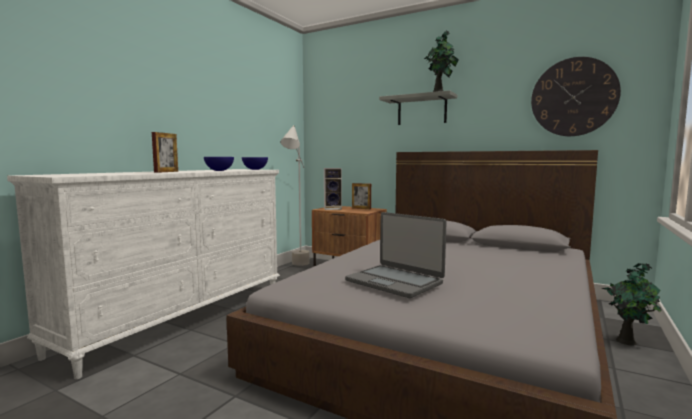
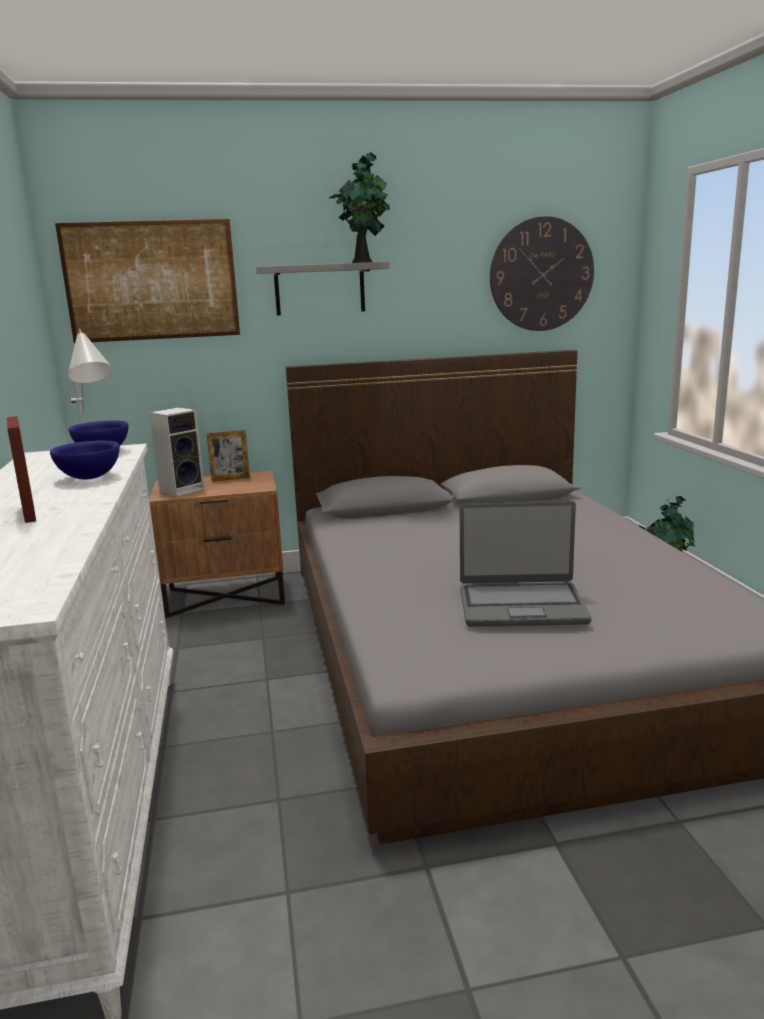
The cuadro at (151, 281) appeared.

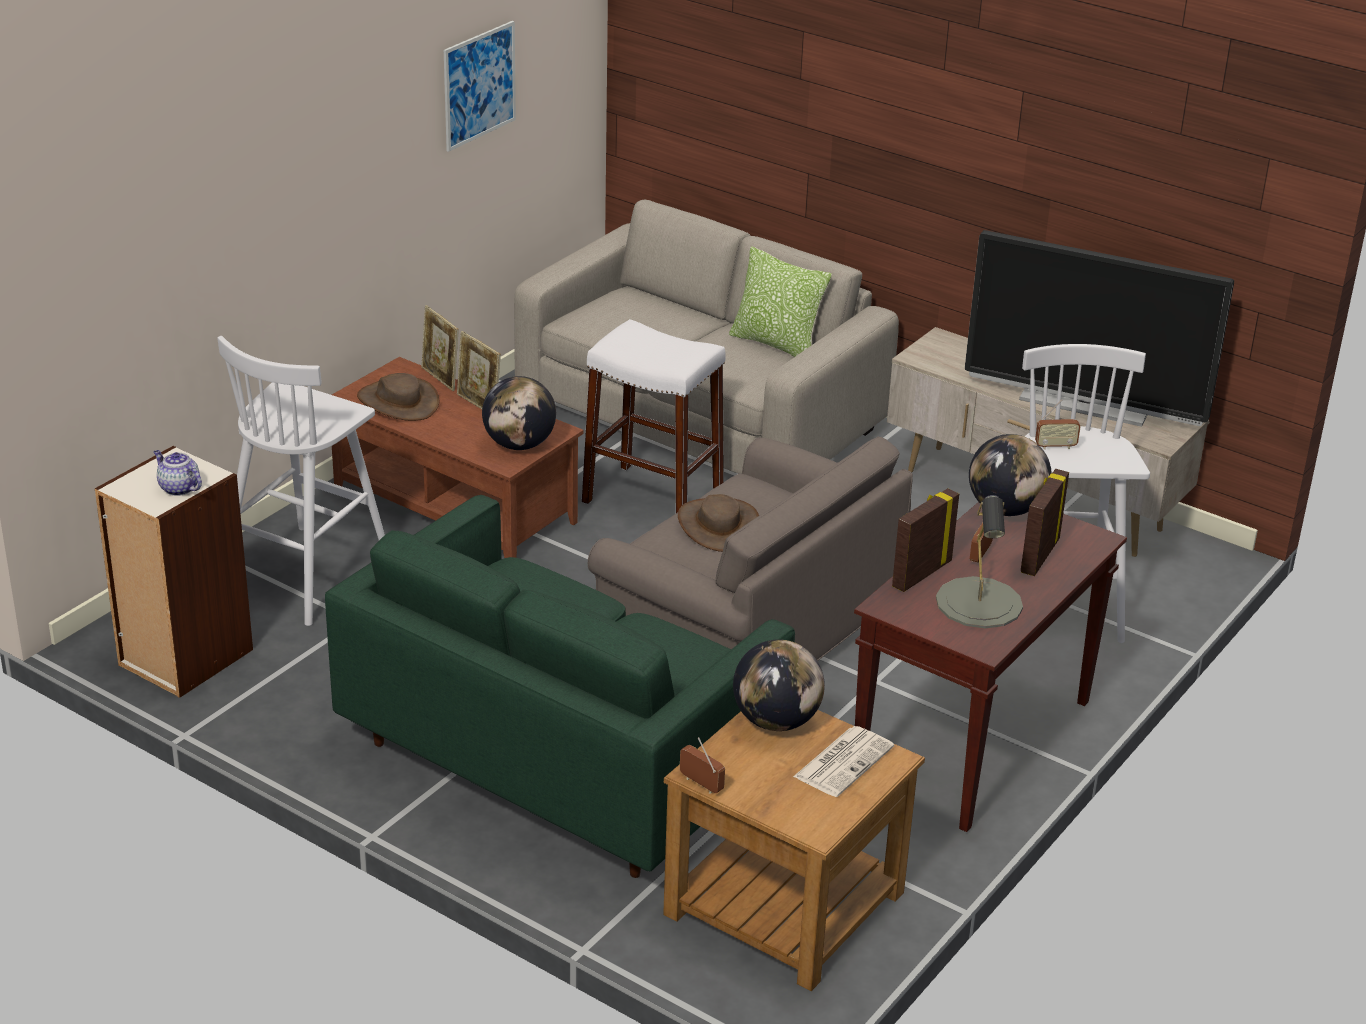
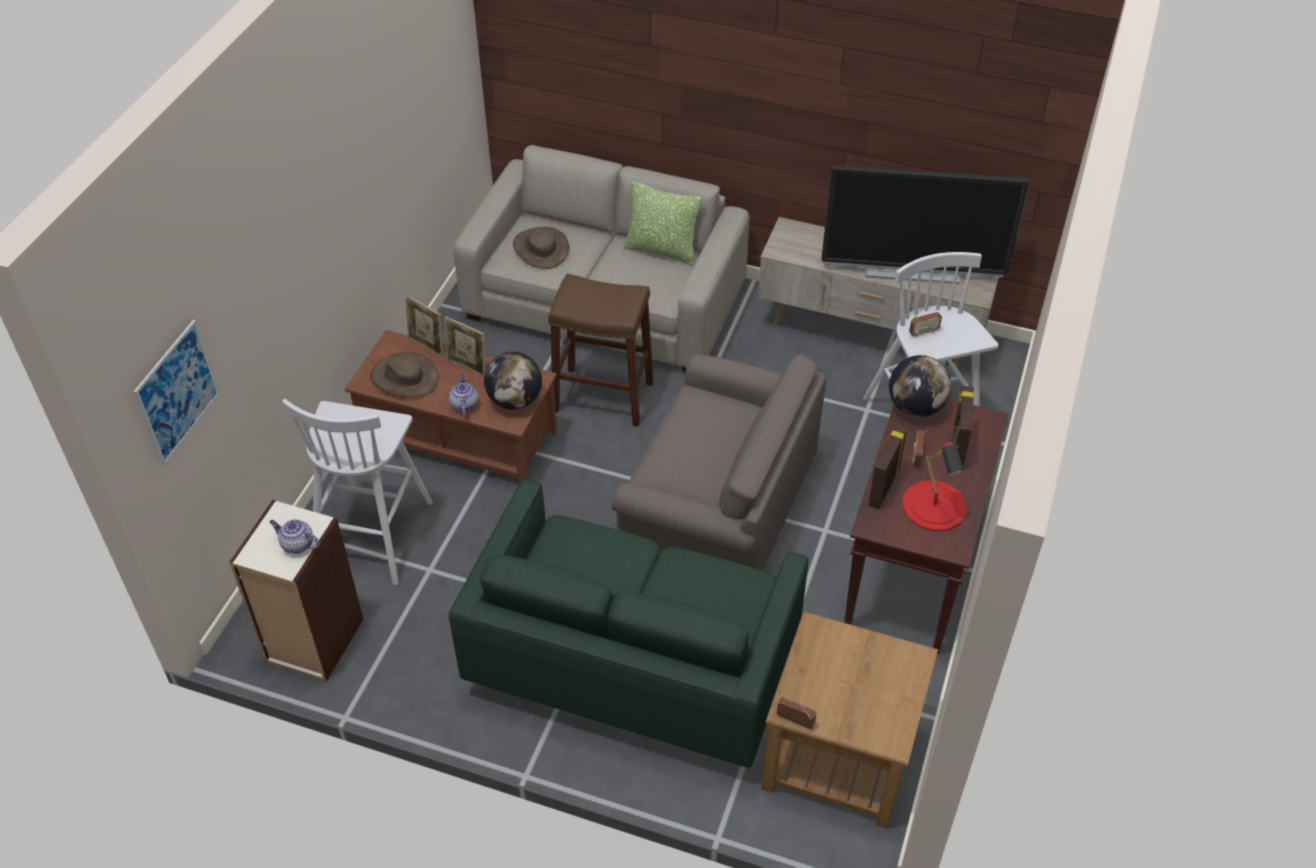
The cuadro moved from (479, 85) to (177, 392). The taburete (blanco) at (652, 499) became the taburete (marrón) at (603, 396). The sombrero (marrón) moved from (718, 525) to (541, 248). The globo terráqueo at (776, 721) disappeared. The periódico at (844, 761) disappeared. The lámpara de mesa (gris) at (979, 603) became the lámpara de mesa (rojo) at (934, 506). The tetera at (464, 405) appeared.

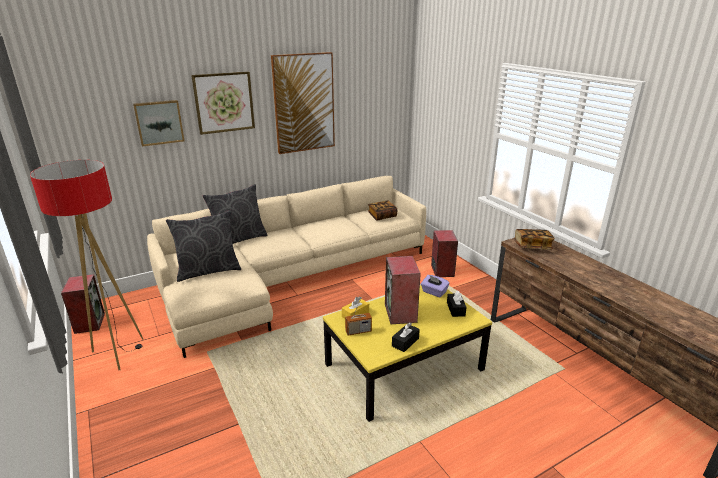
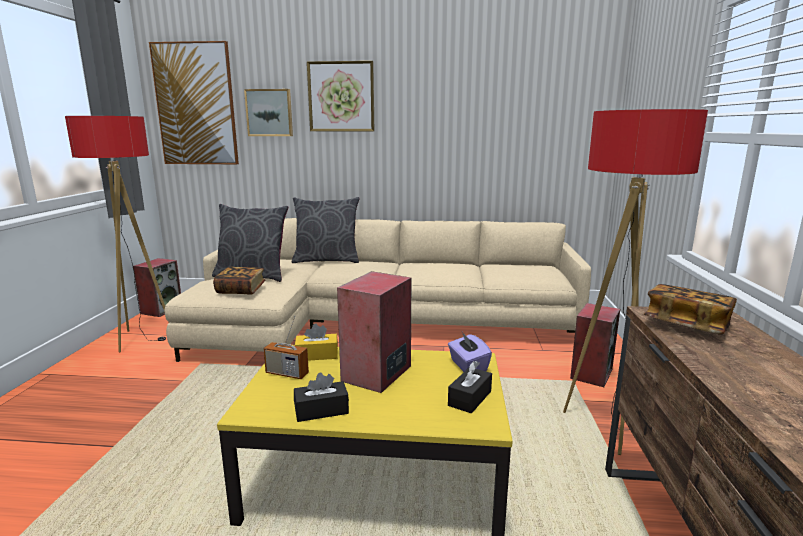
The cuadro moved from (304, 103) to (196, 105). The libro moved from (382, 216) to (241, 290). The lámpara de pie at (606, 427) appeared.

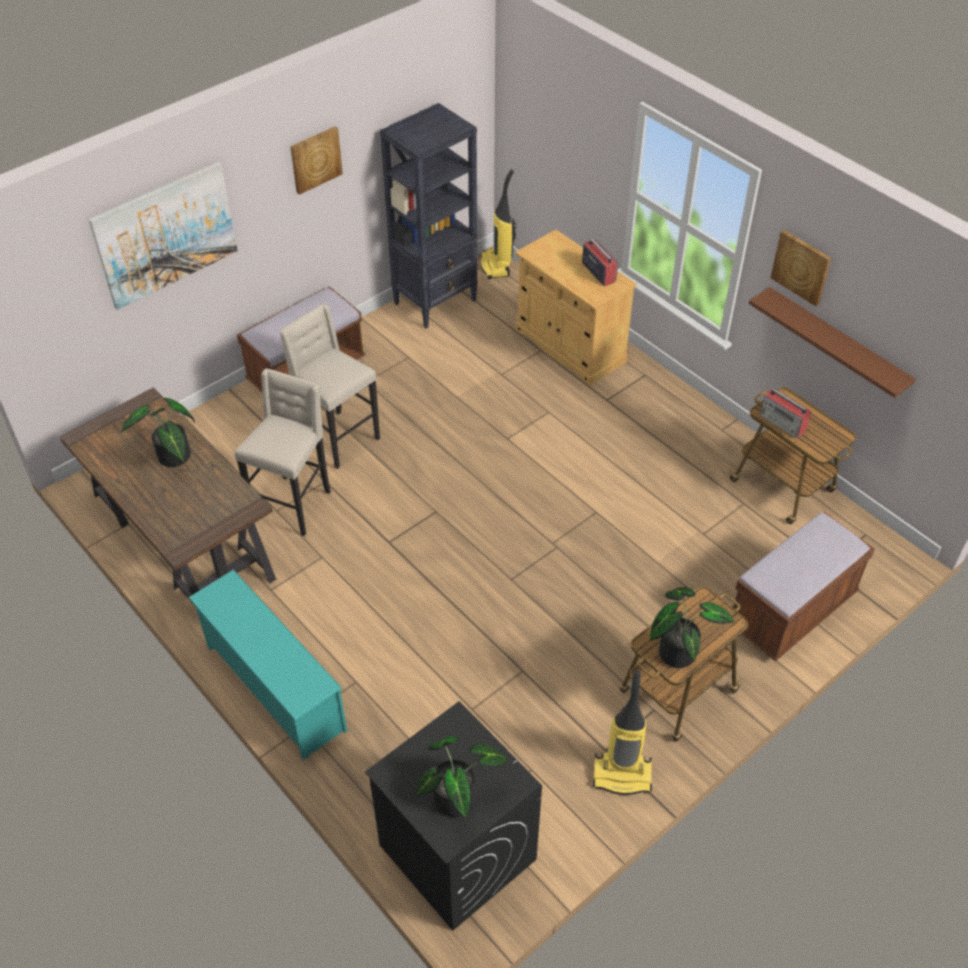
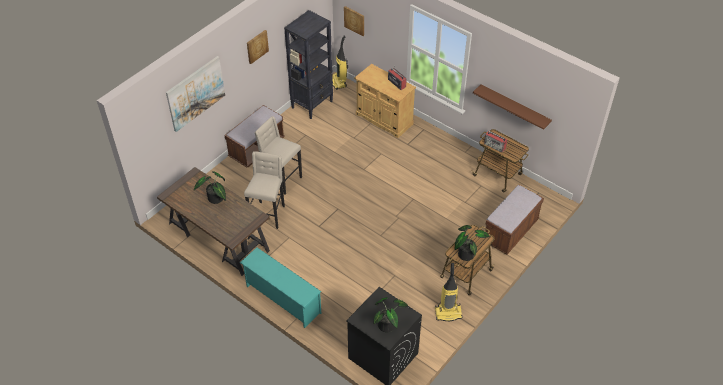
The cuadro moved from (801, 267) to (354, 20).

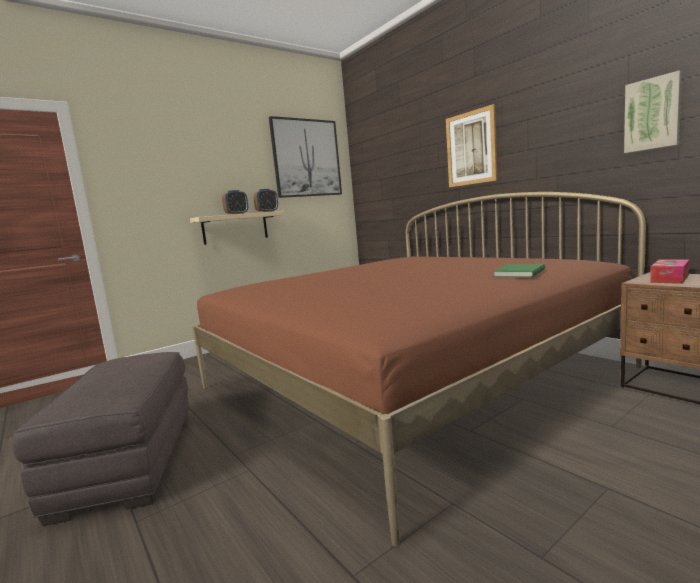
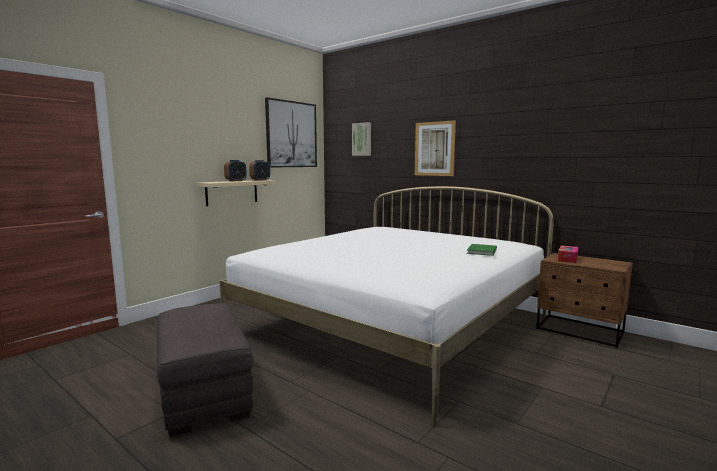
The cama (marrón) at (409, 378) became the cama (blanco) at (393, 324). The cuadro moved from (652, 114) to (362, 139).

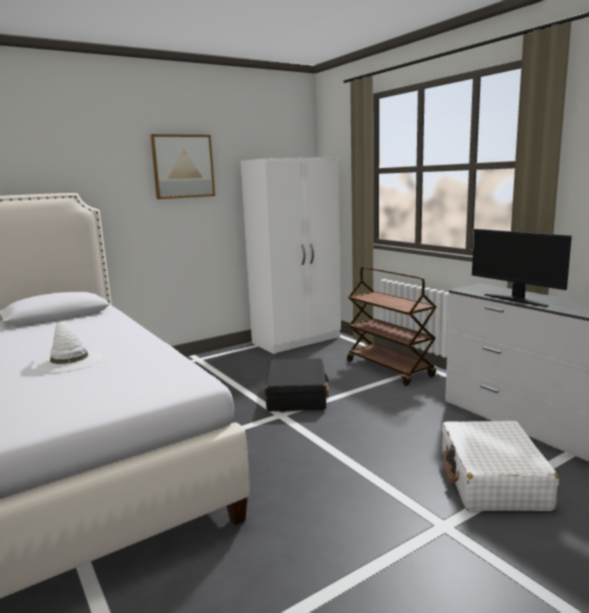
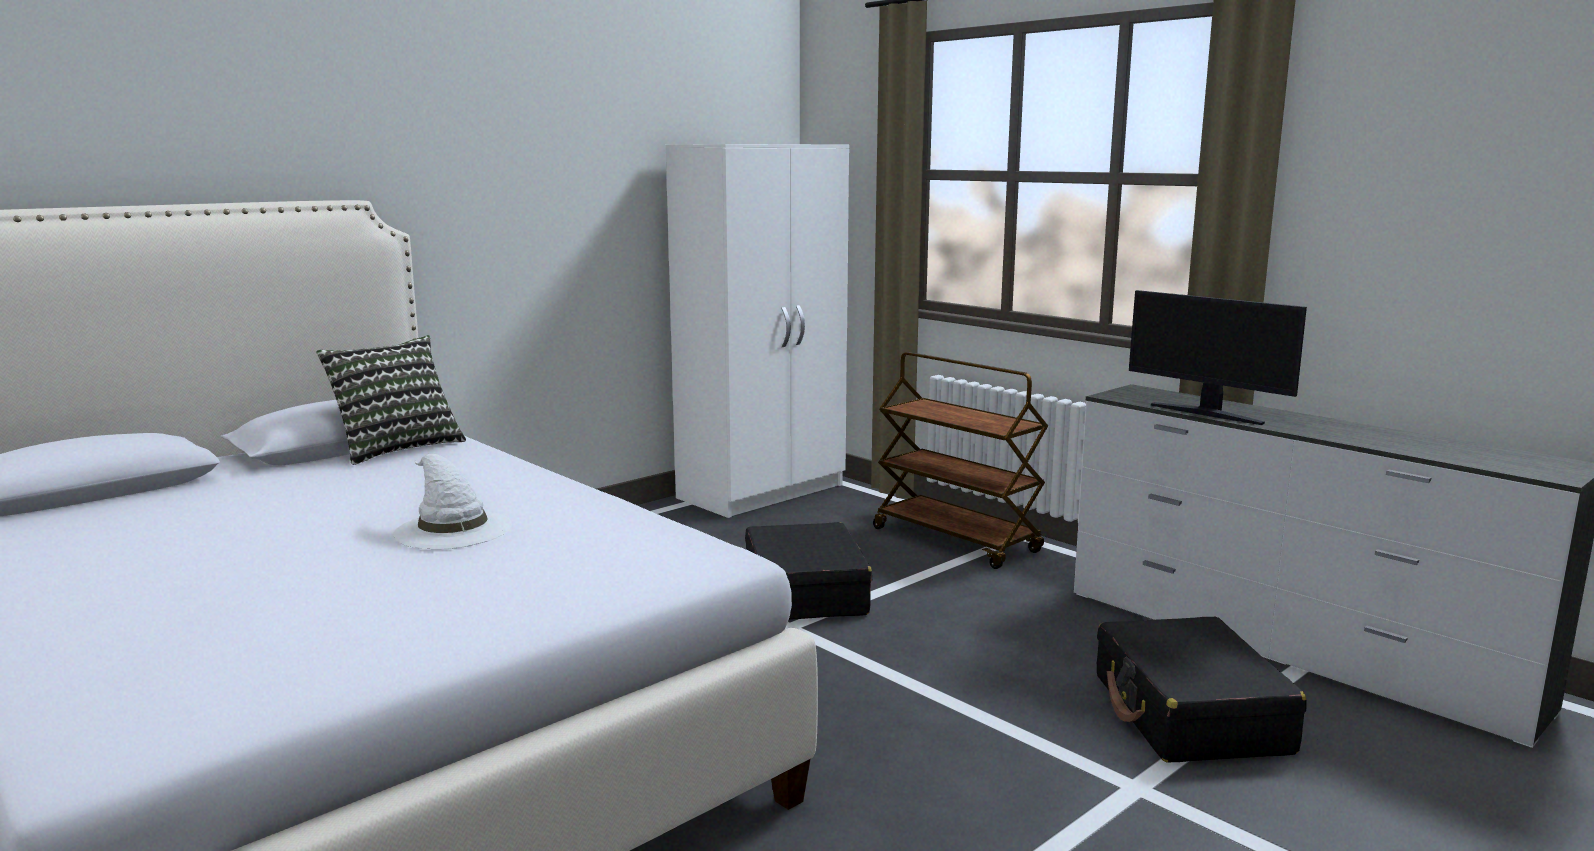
The cuadro at (183, 166) disappeared. The maleta (blanco) at (492, 479) became the maleta (negro) at (1190, 714). The cojín at (396, 448) appeared.

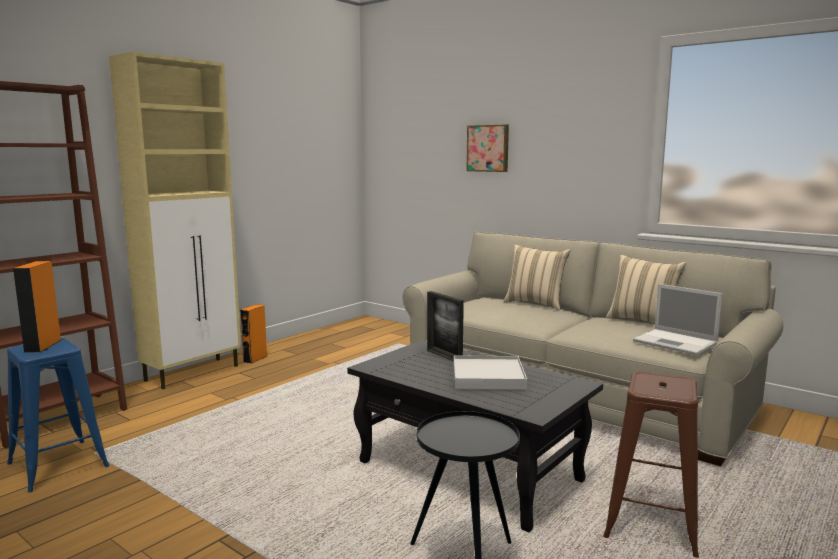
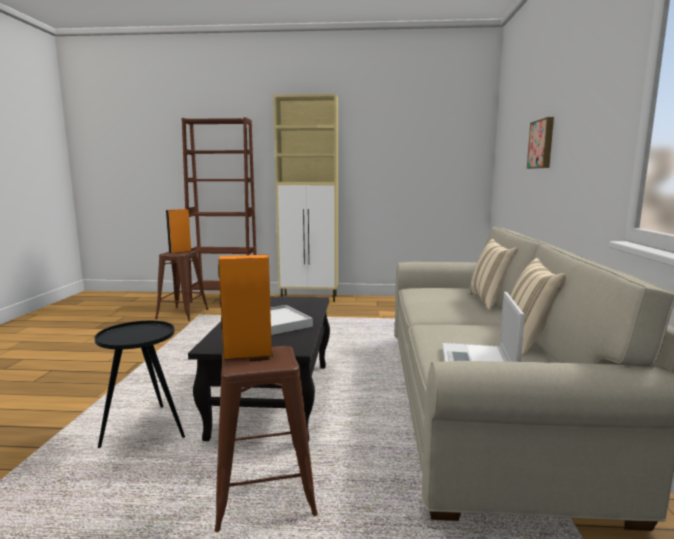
The taburete (azul) at (58, 465) became the taburete (marrón) at (182, 314). The altavoz (naranja) moved from (255, 359) to (248, 354). The portarretratos at (444, 356) disappeared.

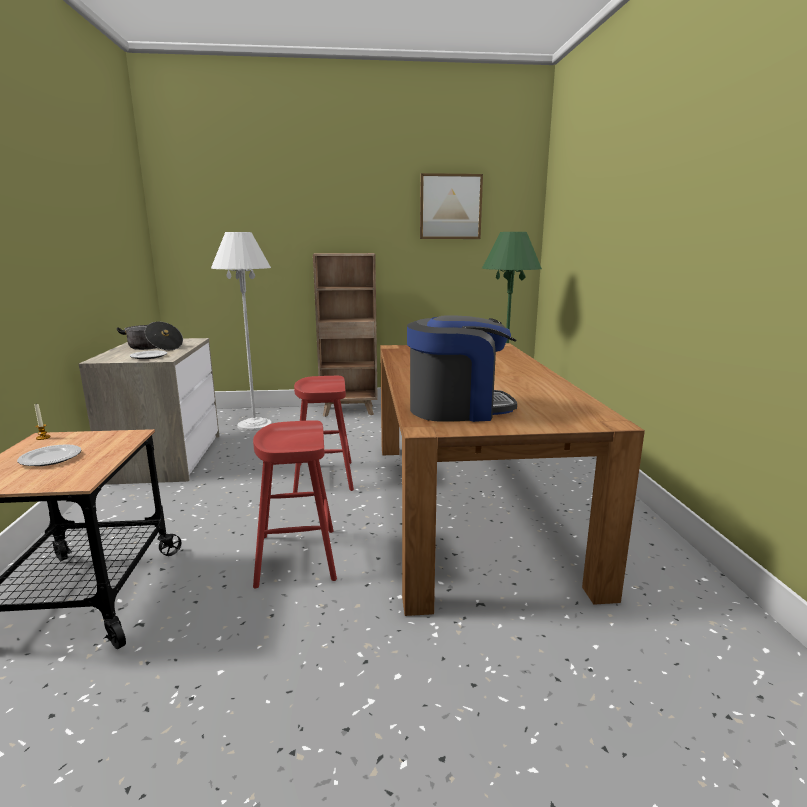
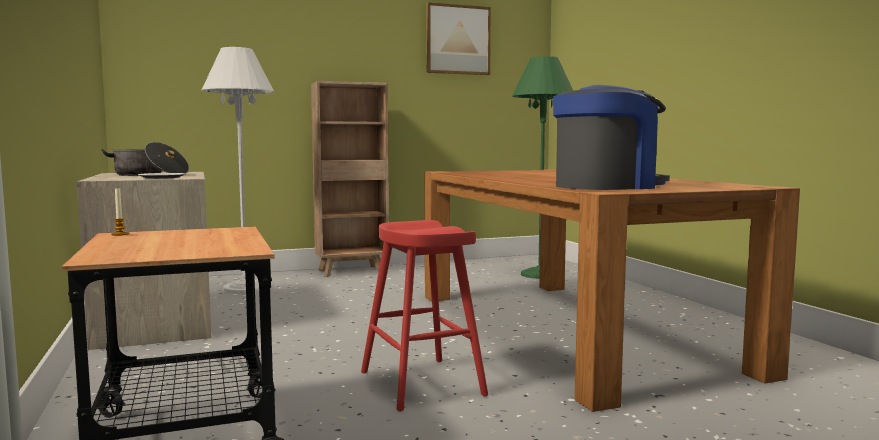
The plato at (50, 458) disappeared. The taburete (rojo) at (324, 477) disappeared.

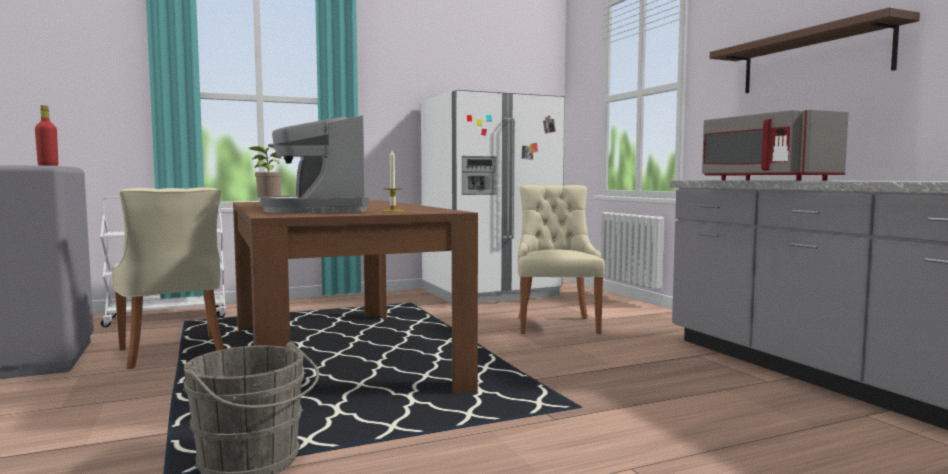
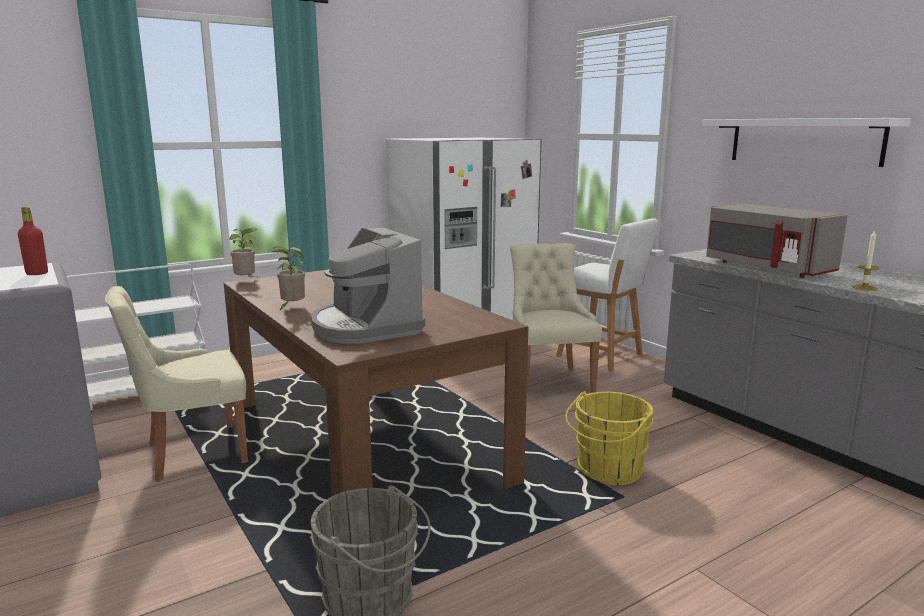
The silla (beis) at (173, 353) turned 105 degrees clockwise. The vela moved from (392, 211) to (864, 288). The estante (marrón) at (813, 59) became the estante (blanco) at (803, 141). The planta en maceta at (246, 281) appeared. The taburete (blanco) at (603, 356) appeared. The cubo (amarillo) at (607, 471) appeared.

